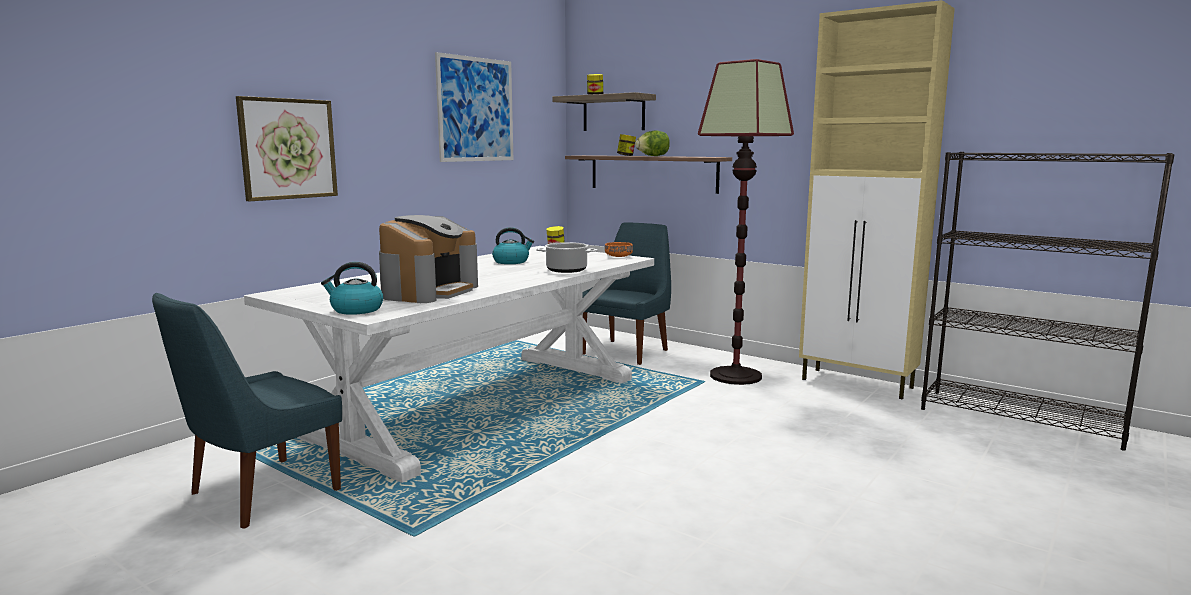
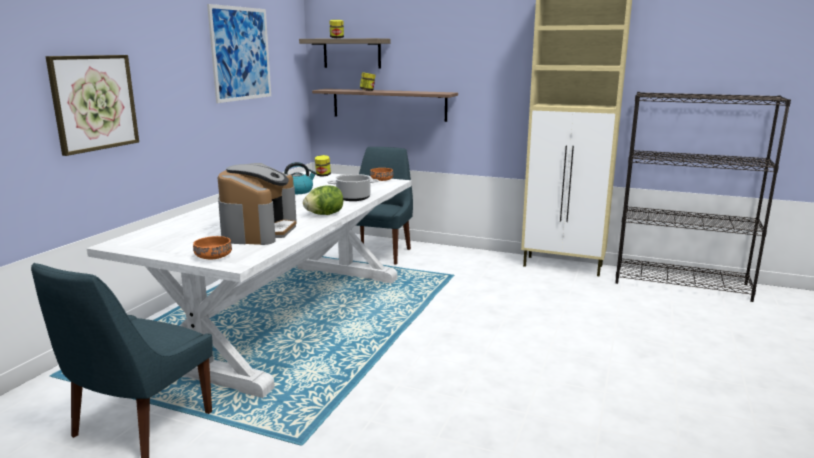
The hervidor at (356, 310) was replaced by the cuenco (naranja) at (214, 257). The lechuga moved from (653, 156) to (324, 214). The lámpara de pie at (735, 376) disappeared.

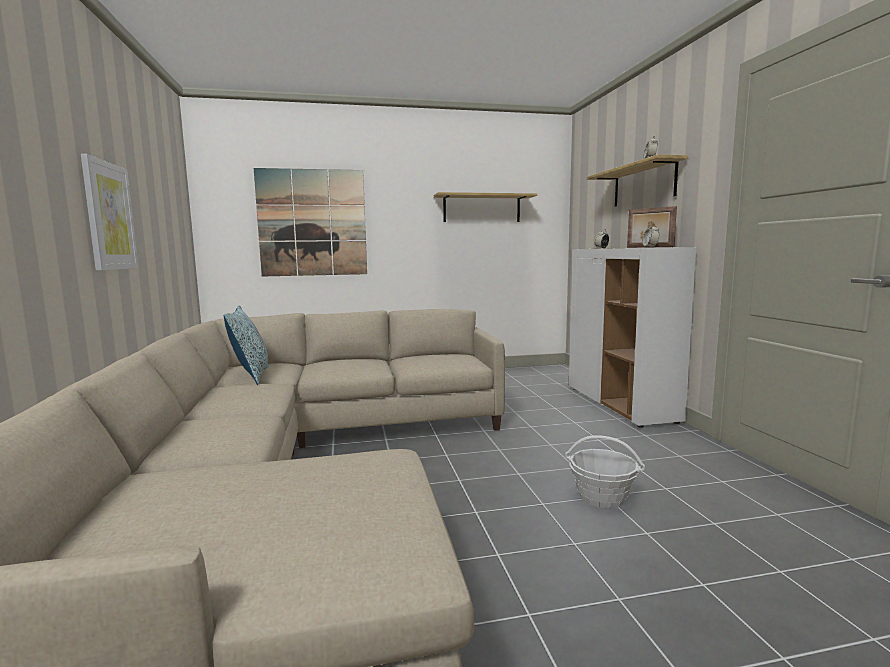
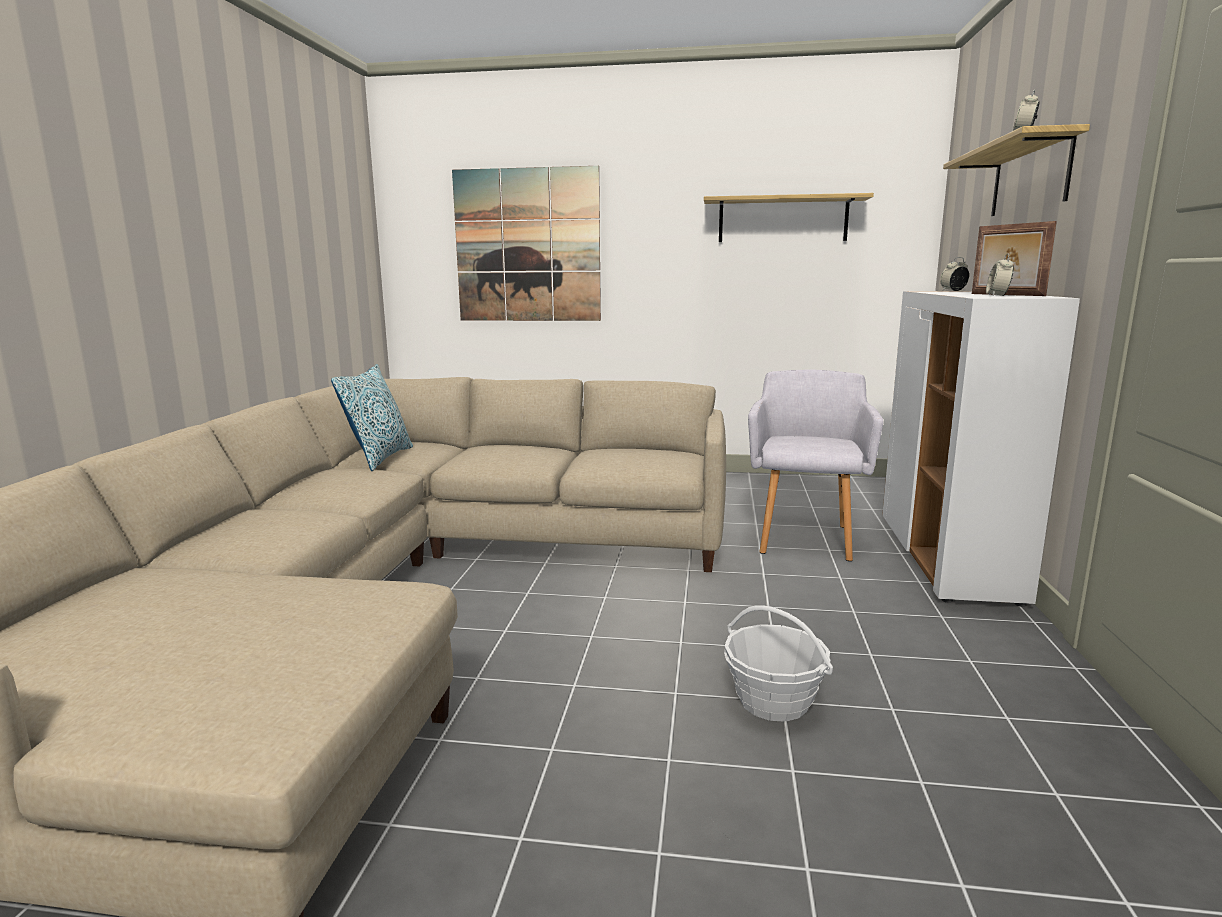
The cuadro at (109, 216) disappeared. The sillón (gris) at (805, 536) appeared.

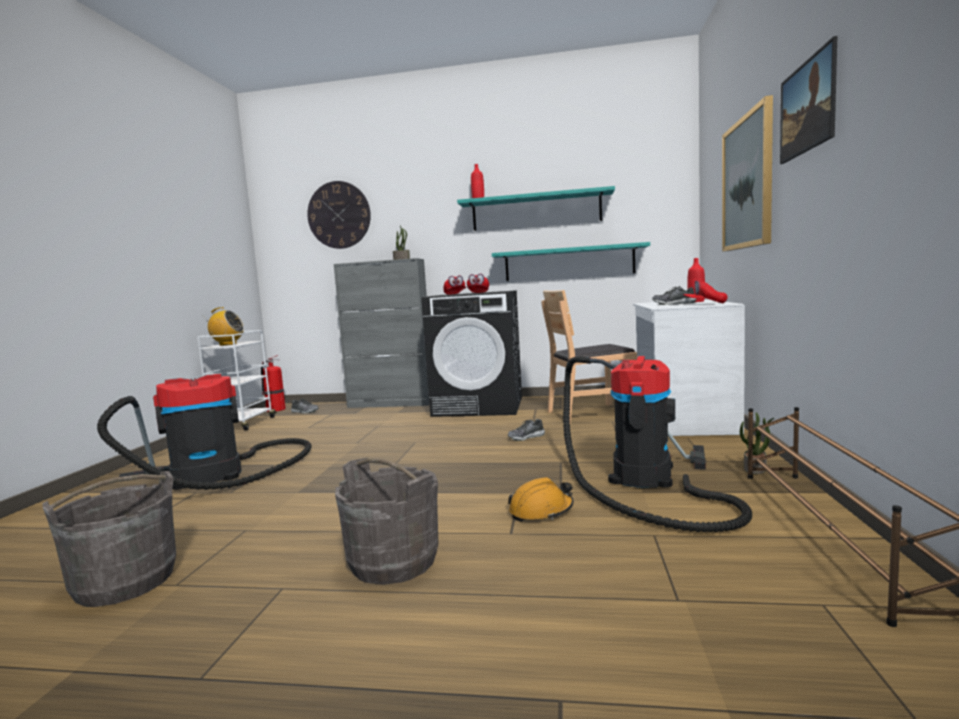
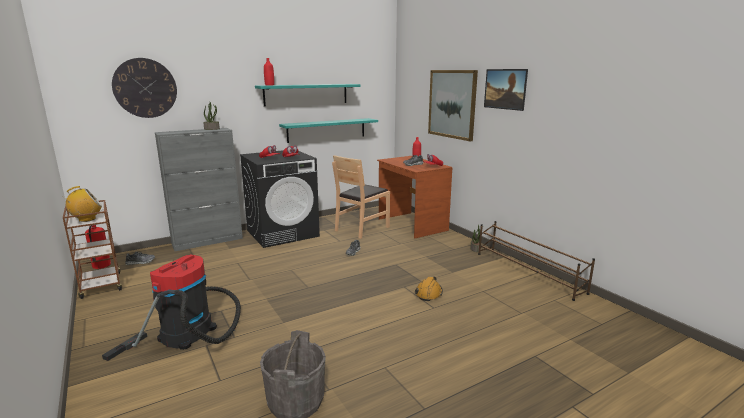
The carrito (blanco) at (243, 424) became the carrito (marrón) at (101, 286). The cubo (gris) at (393, 562) disappeared. The aspiradora at (643, 479) disappeared. The escritorio (blanco) at (683, 419) became the escritorio (marrón) at (411, 224).

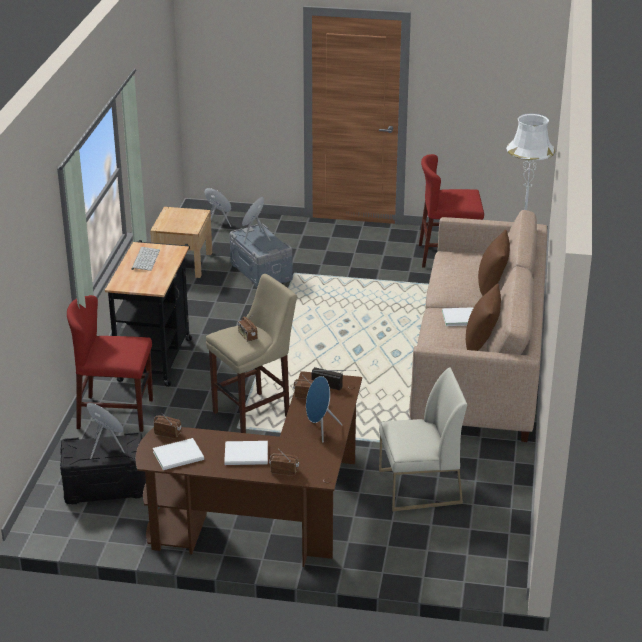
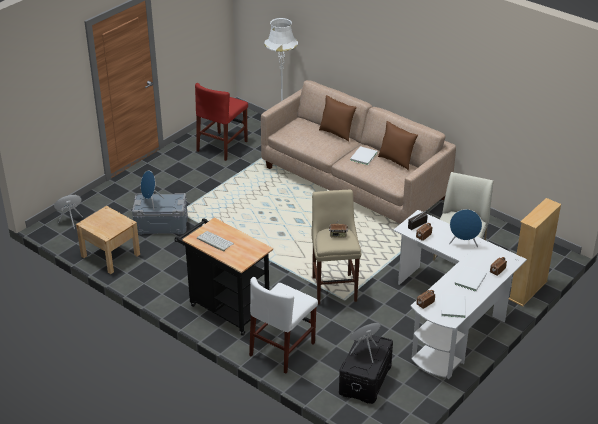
The silla (rojo) at (115, 414) became the silla (blanco) at (282, 349). The escritorio (marrón) at (270, 520) became the escritorio (blanco) at (451, 319). The estantería (beis) at (528, 290) appeared.

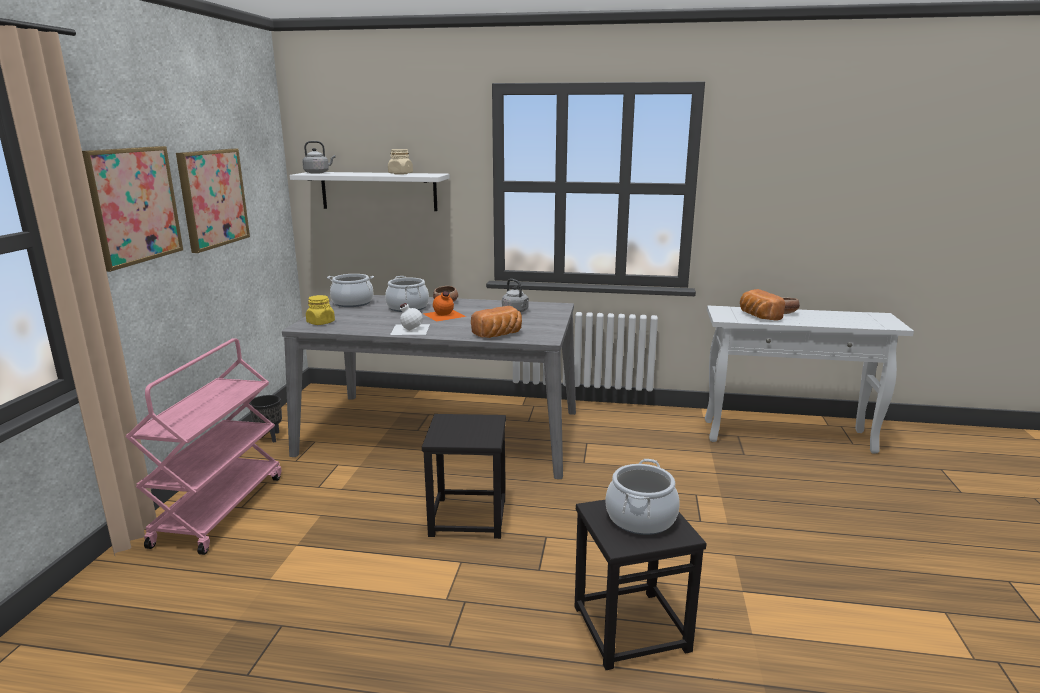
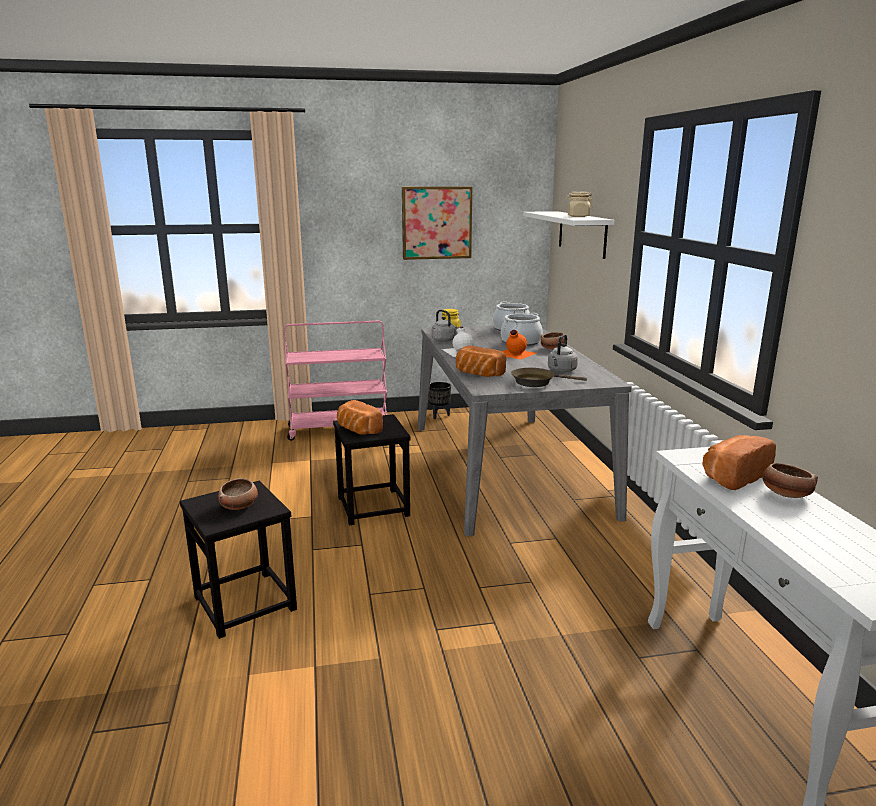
The cuadro at (132, 205) disappeared. The hervidor (gris) moved from (318, 173) to (445, 340). The olla at (640, 518) was replaced by the cuenco at (239, 505). The pan at (357, 430) appeared. The sartén (marrón) at (536, 382) appeared.

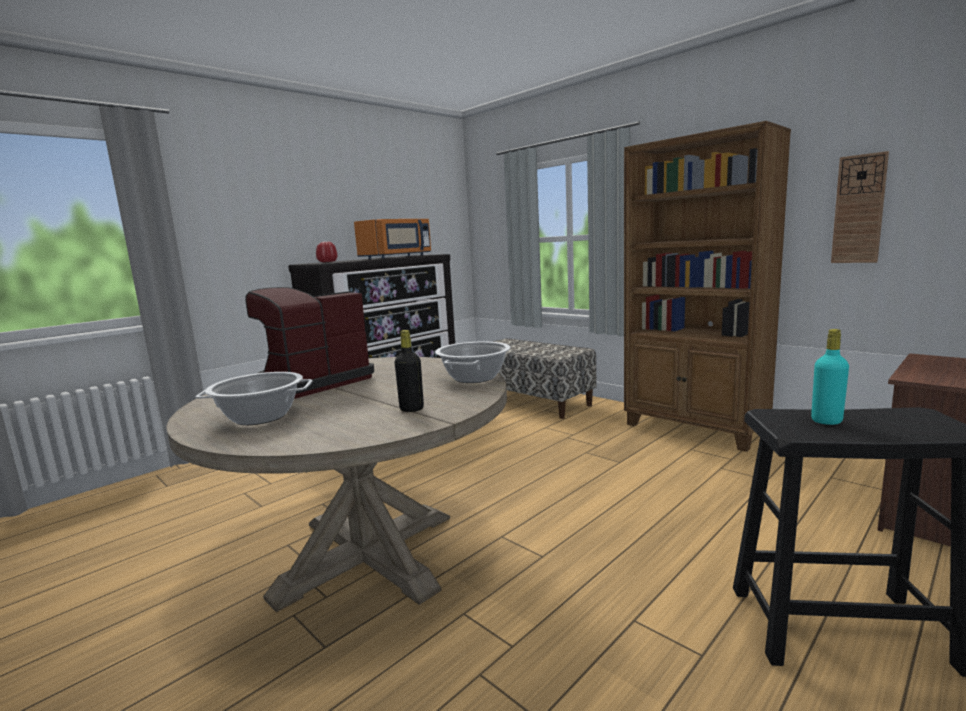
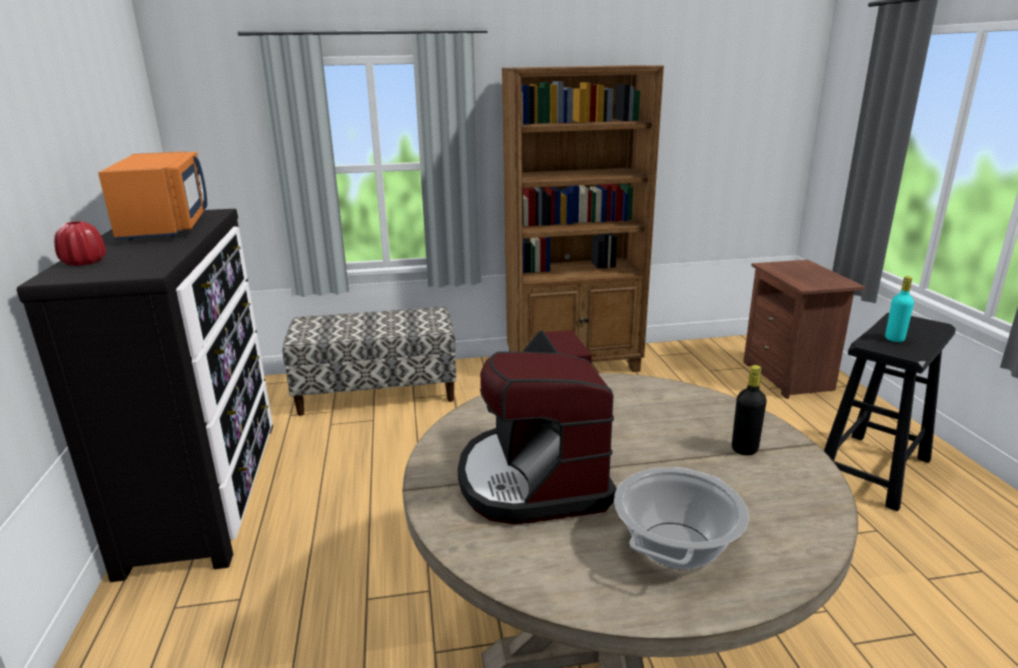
The olla at (474, 378) disappeared. The reloj de pared at (858, 209) disappeared.

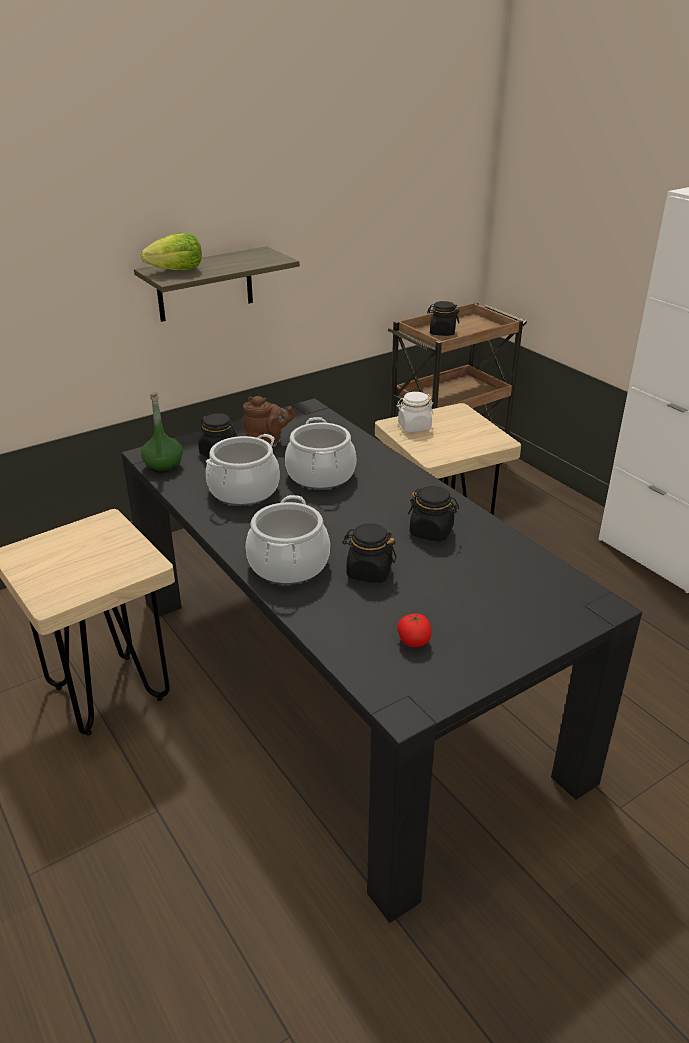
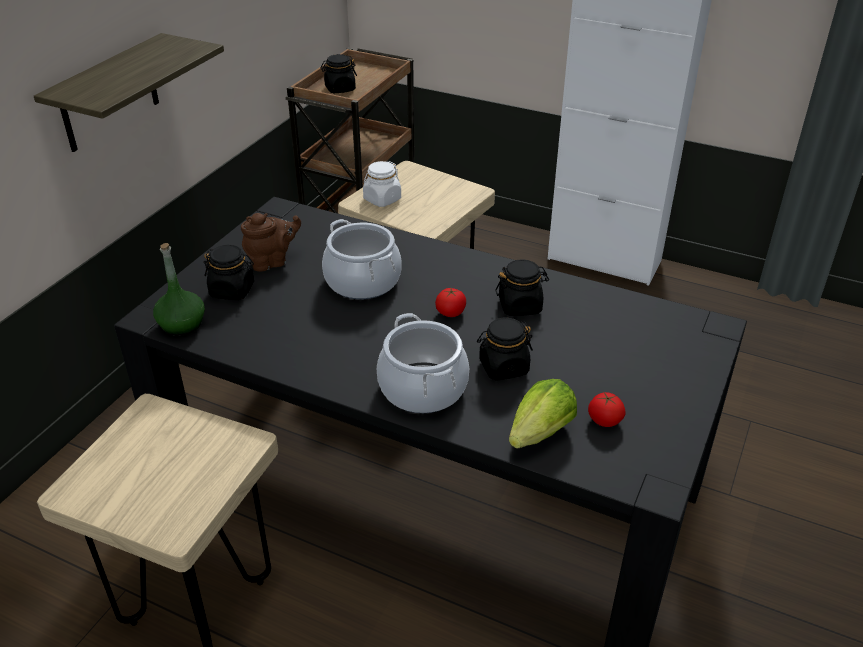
The lechuga moved from (177, 271) to (541, 433). The olla at (244, 490) disappeared. The tomate at (450, 313) appeared.

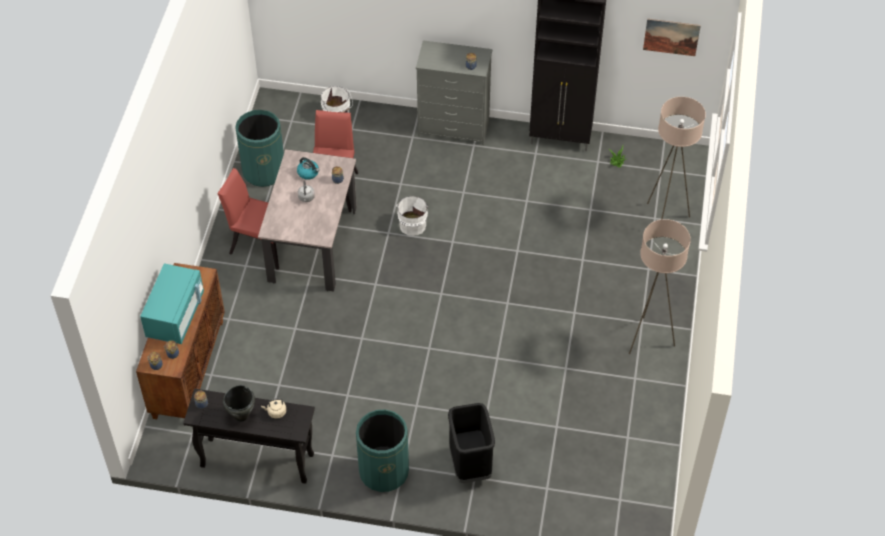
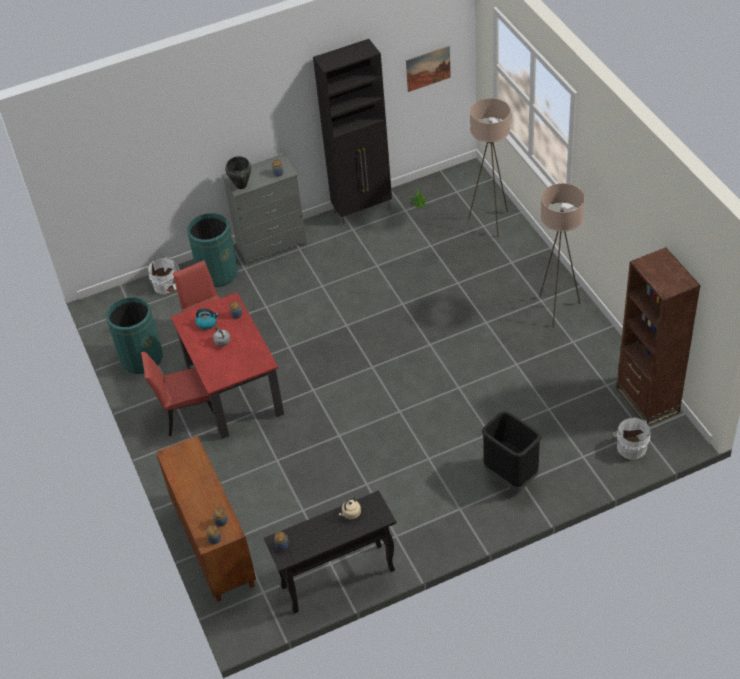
The microondas (turquesa) at (175, 315) disappeared. The olla (negro) moved from (241, 416) to (241, 185). The mesa de comedor (beis) at (312, 244) became the mesa de comedor (rojo) at (234, 390). The papelera (verde) moved from (384, 471) to (218, 273). The cubo (blanco) moved from (413, 224) to (631, 447). The estantería (marrón) at (647, 400) appeared.

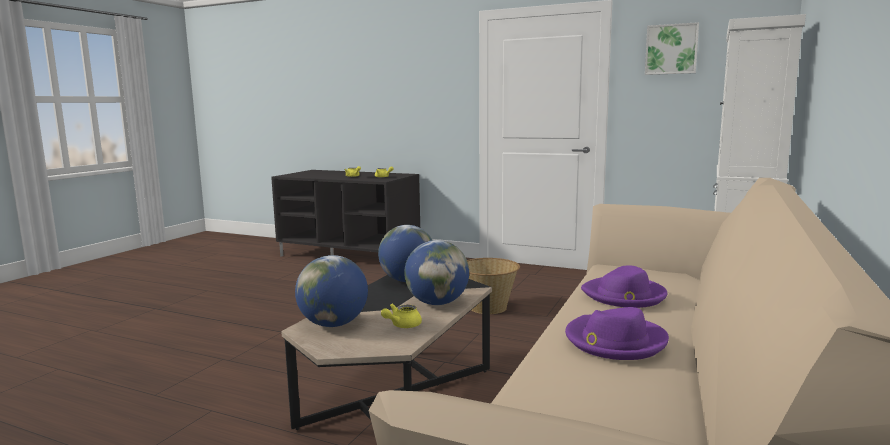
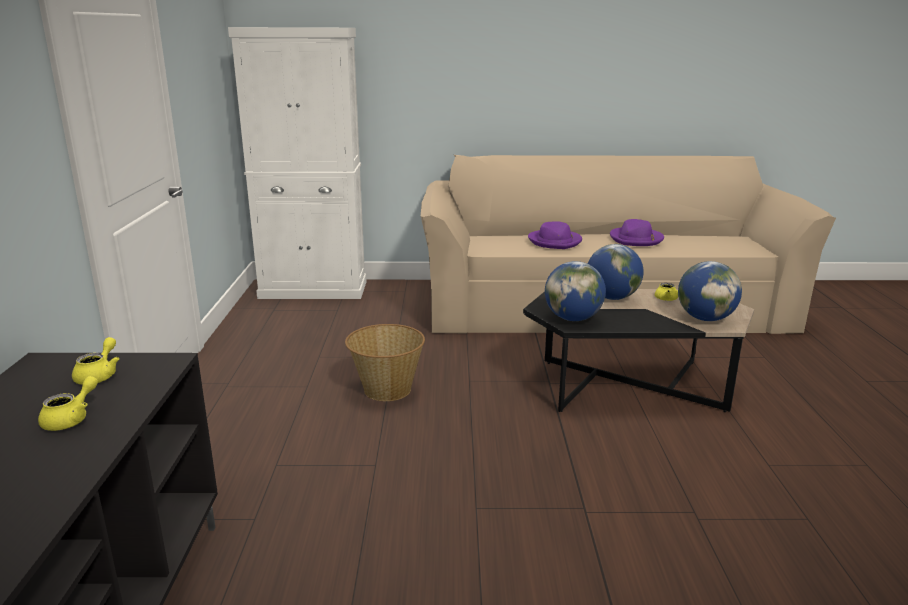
The cuadro at (671, 49) disappeared.

